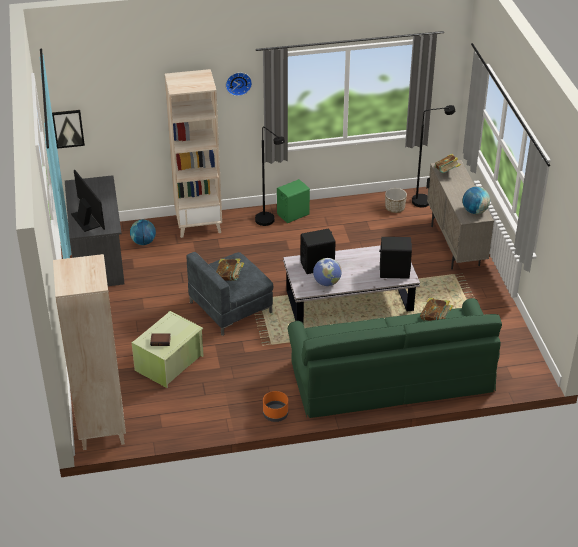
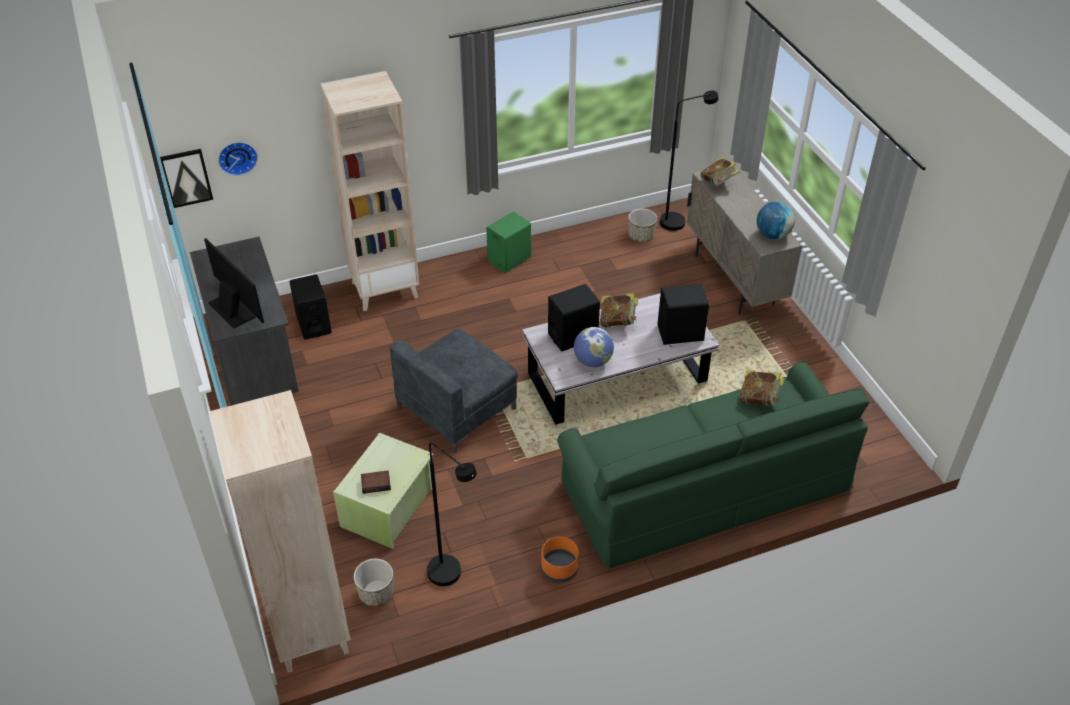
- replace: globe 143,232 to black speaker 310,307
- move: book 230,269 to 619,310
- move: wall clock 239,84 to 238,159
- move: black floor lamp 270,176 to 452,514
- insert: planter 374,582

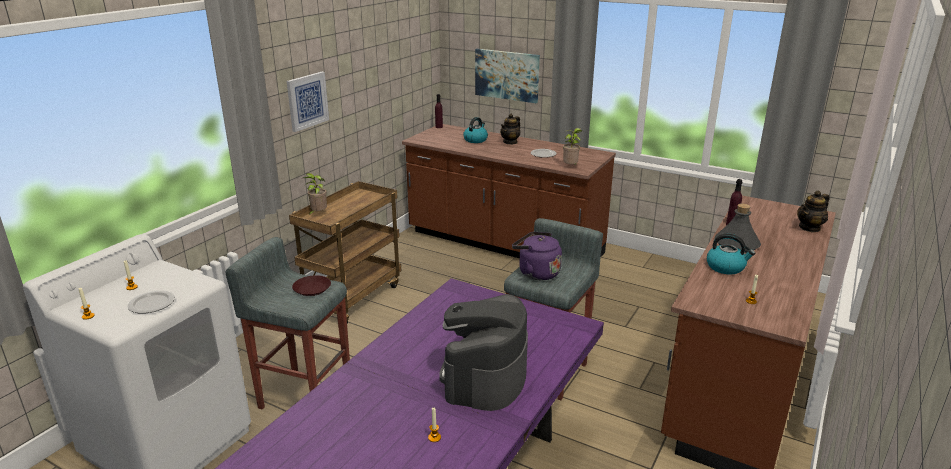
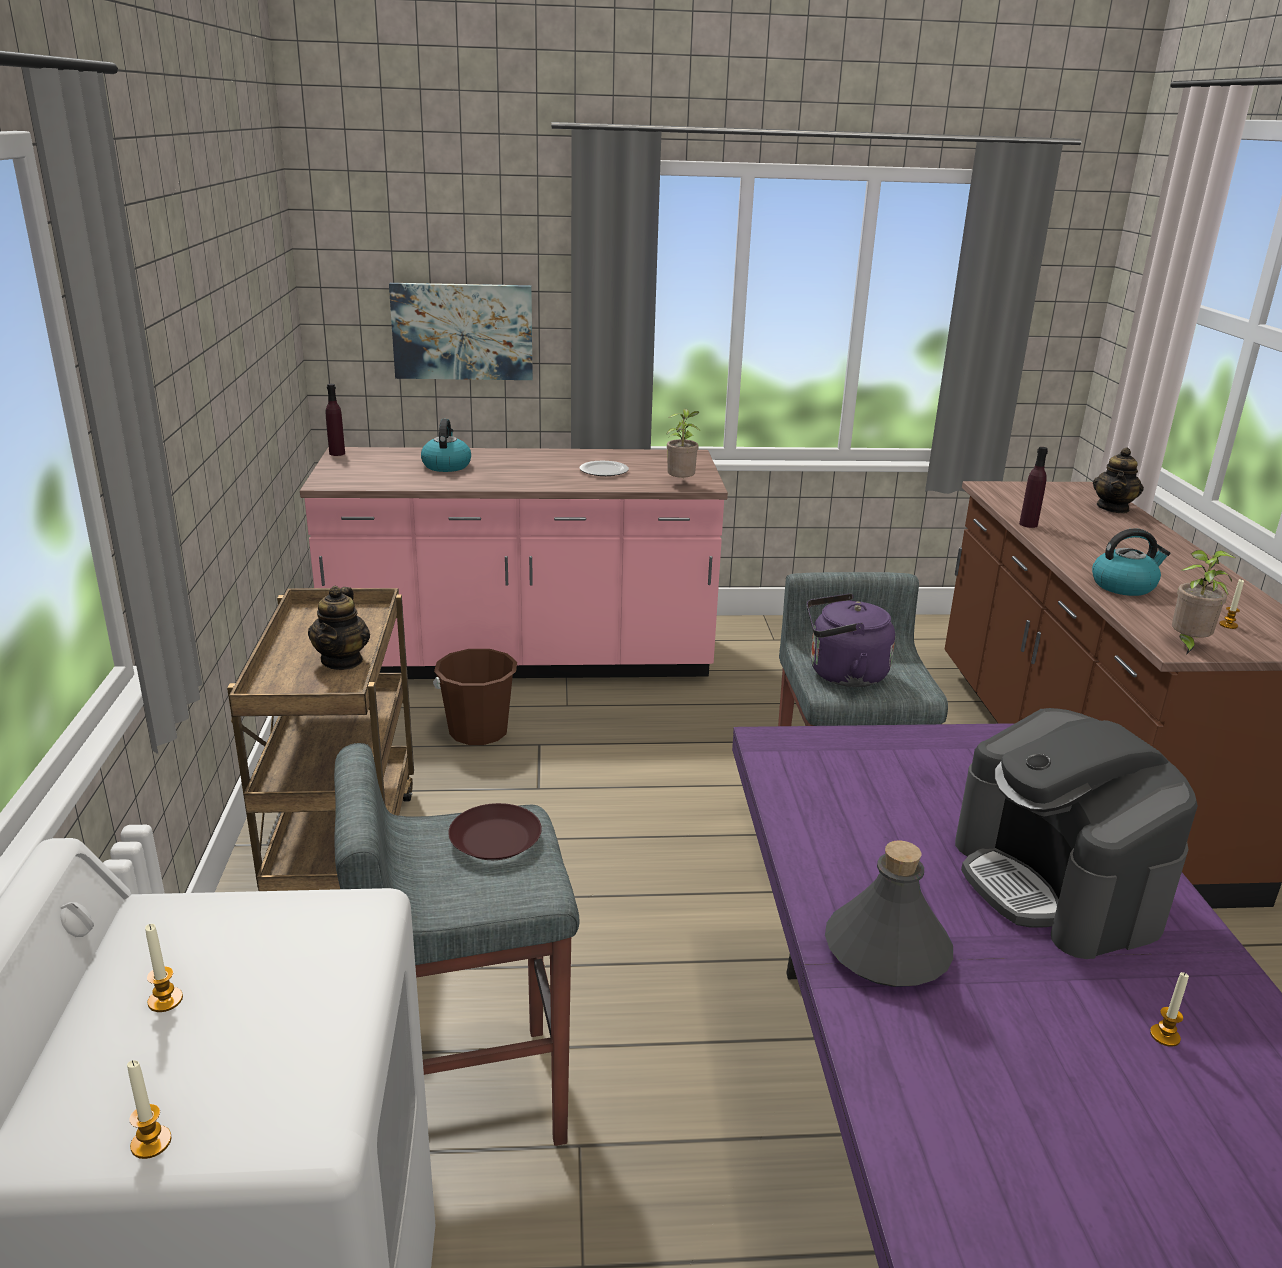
- delete: plate 151,302
- delete: picture 308,102
- move: potted plant 315,194 to 1204,602
- recolor: brown counter 509,191 to pink counter 514,563
- move: teapot 510,129 to 339,628
- move: grey bottle 738,228 to 889,914
- insert: brown bucket 475,697

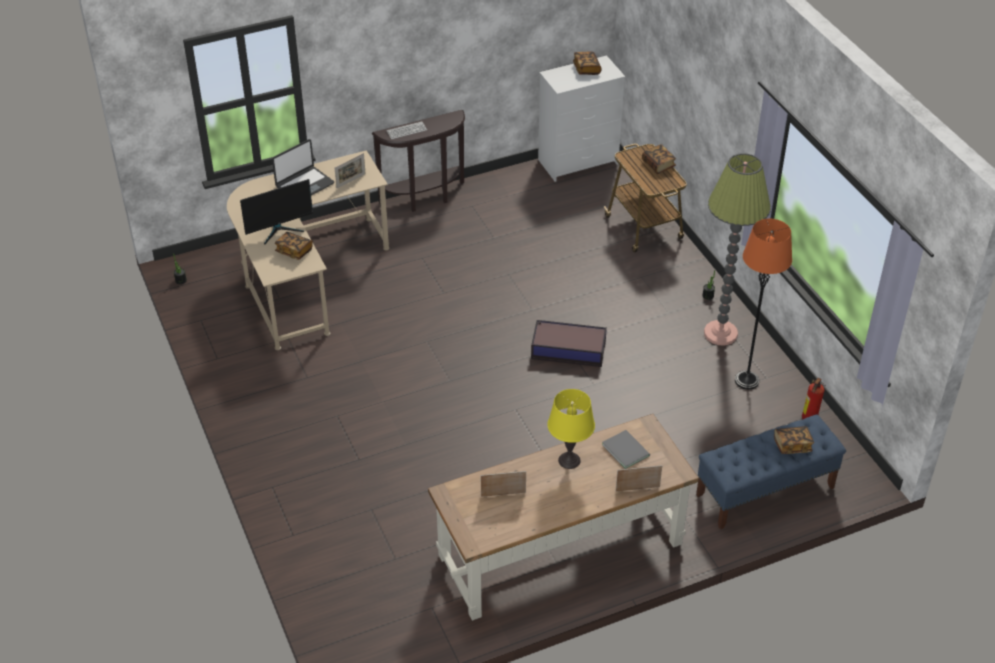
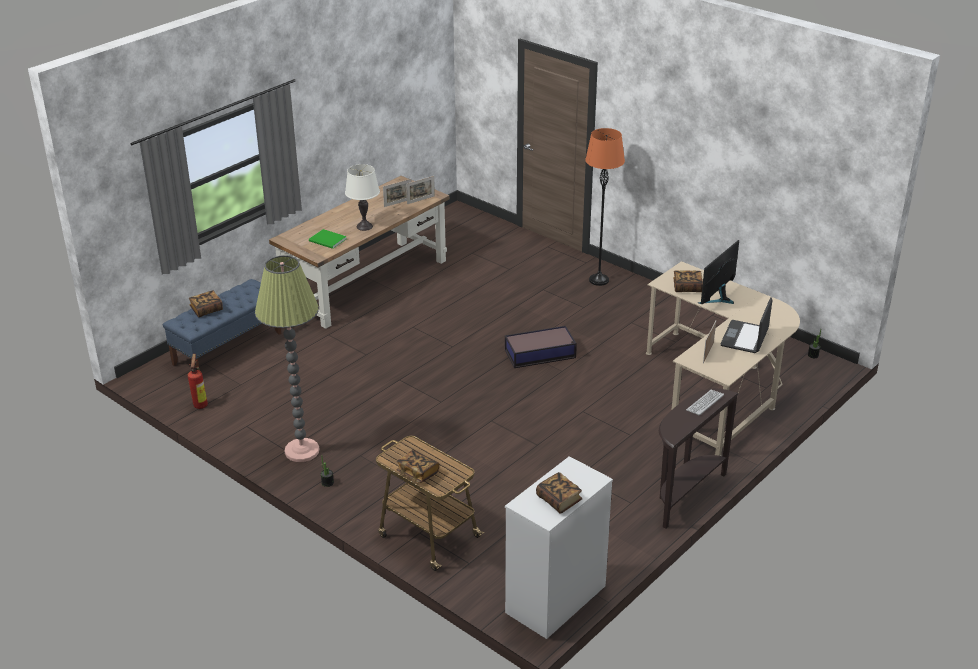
- move: storage box 569,343 to 541,347
- recolor: yellow table lamp 571,429 to white table lamp 362,197
- recolor: grey book 626,449 to green book 328,239
- move: picture frame 639,478 to 420,190
- move: orange floor lamp 763,304 to 605,207

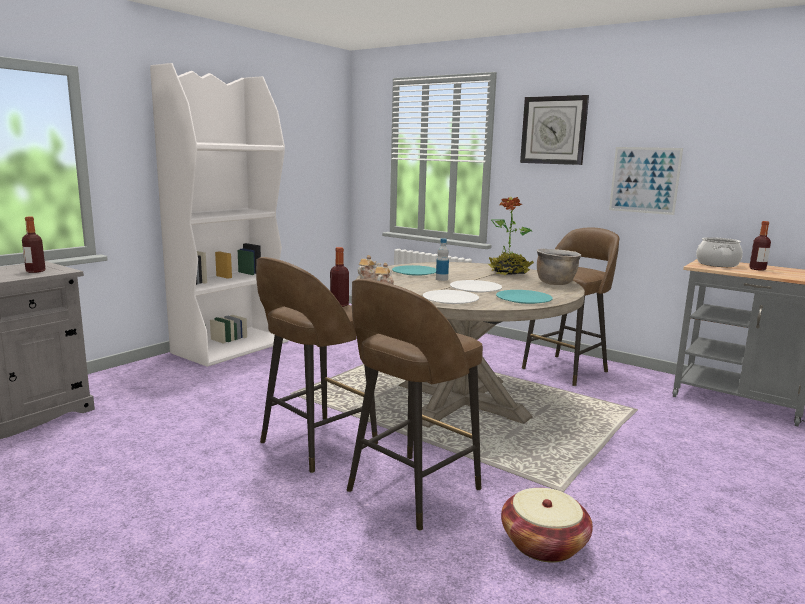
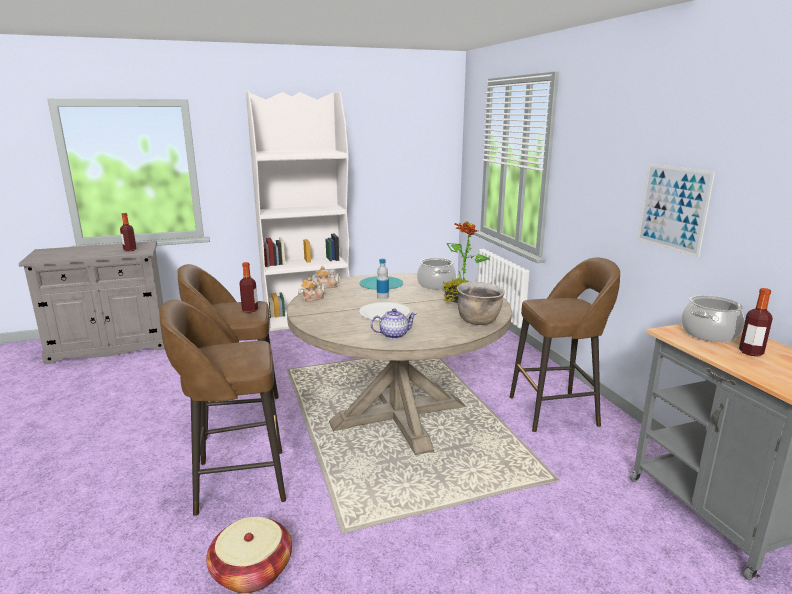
- delete: white plate 451,297
- replace: turquoise plate 524,297 to teapot 394,323
- delete: wall clock 554,130
- insert: cooking pot 436,273

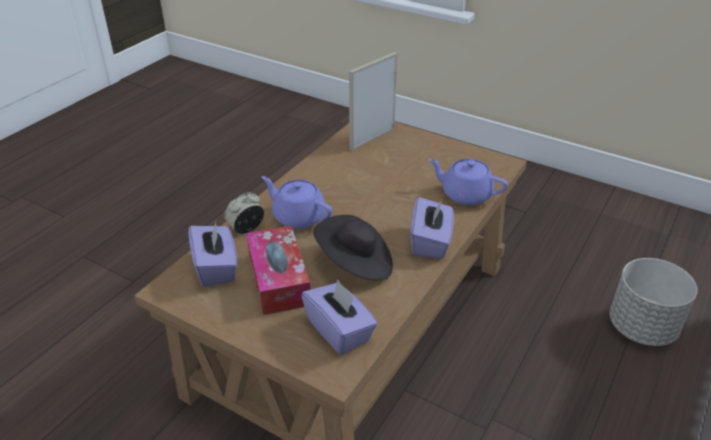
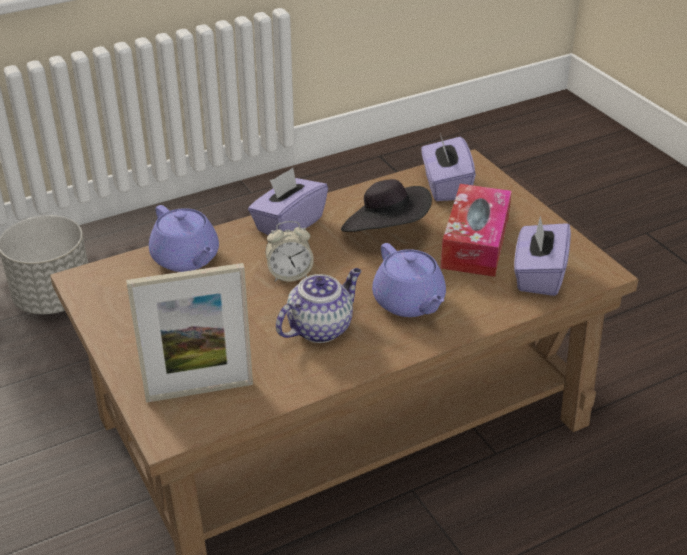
- move: alarm clock 244,213 to 290,251
- insert: teapot 318,305

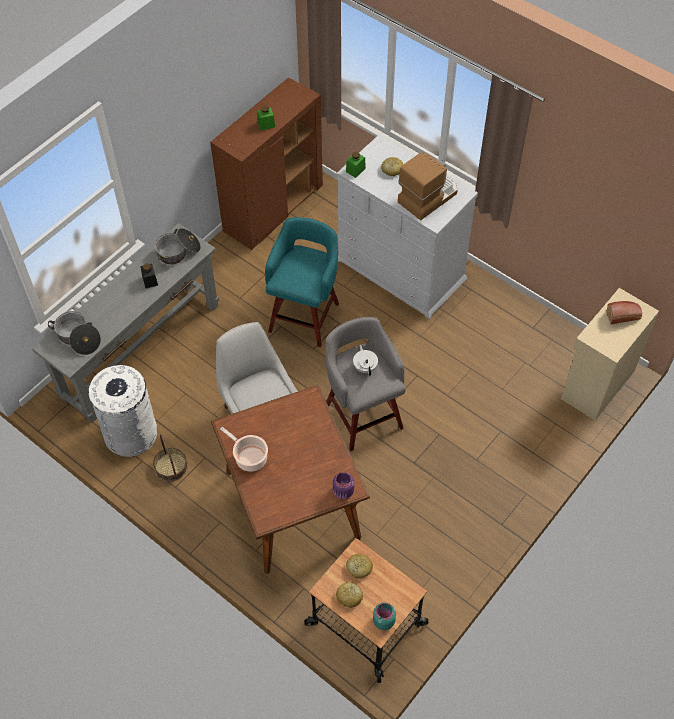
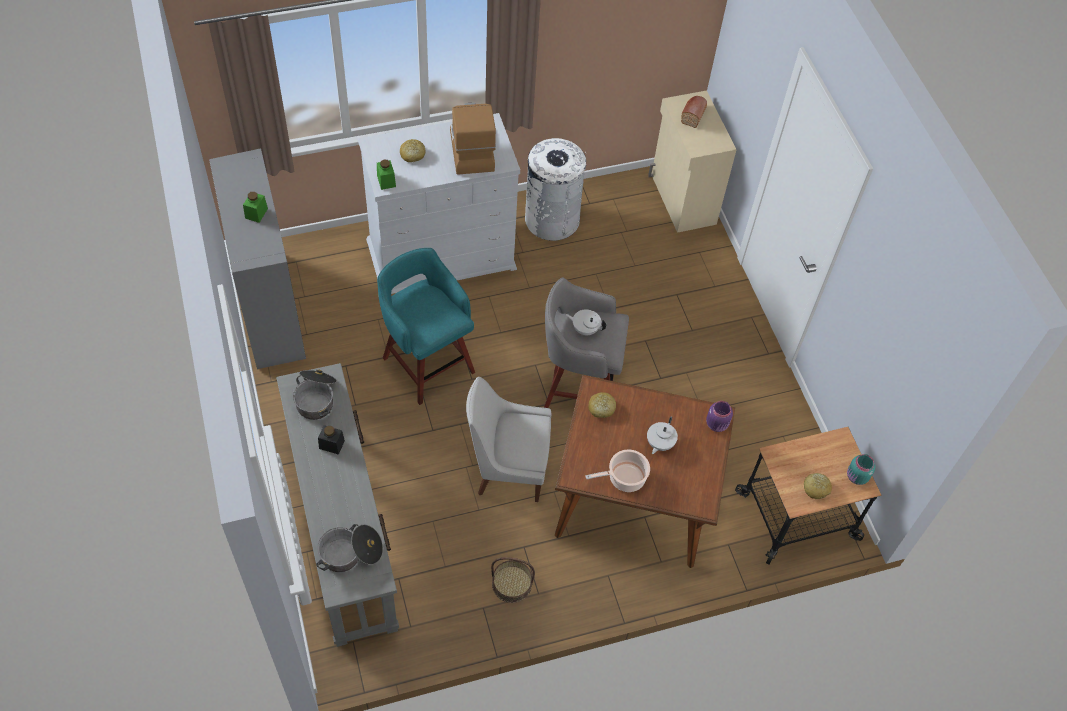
- move: white trash can 122,411 to 555,189
- recolor: brown cabinet 266,163 to grey cabinet 257,258
- move: bread 359,566 to 602,405
- insert: white teapot 662,435

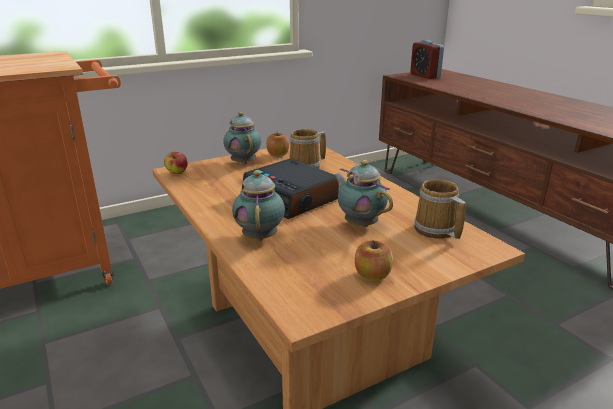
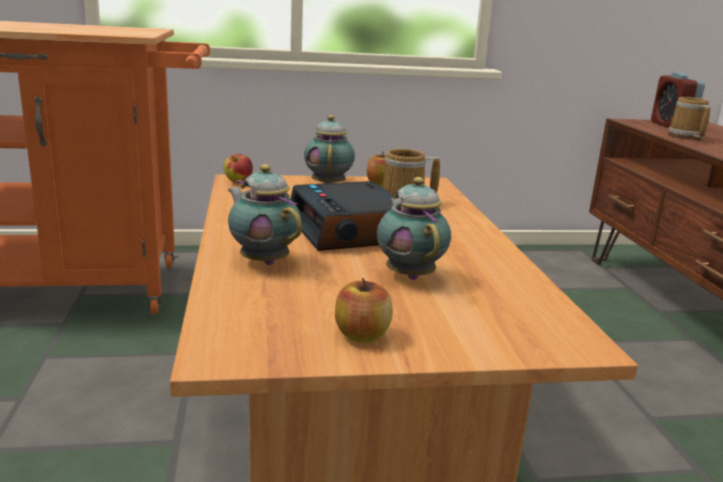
- rotate: teapot 258,205 = 265,214 60 degrees counterclockwise
- move: mug 440,209 to 689,118

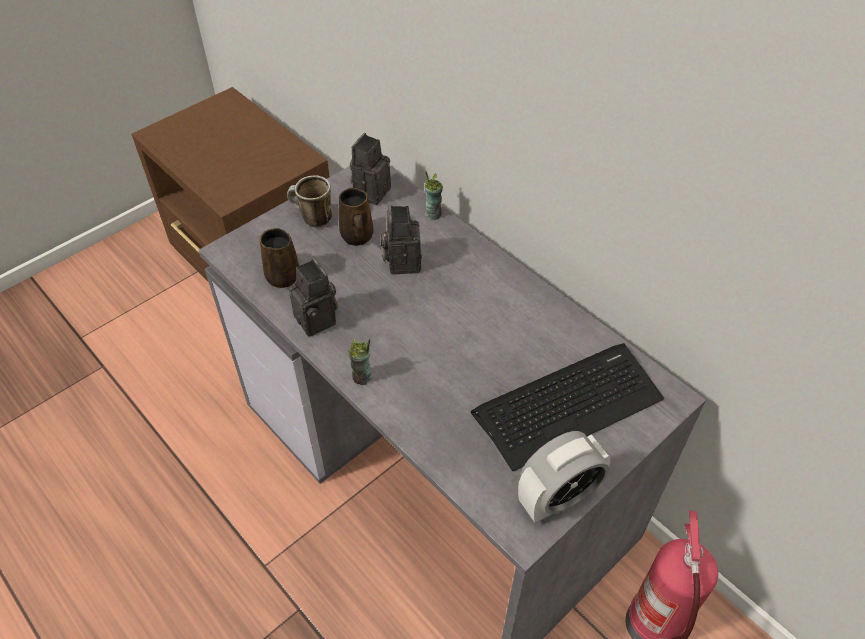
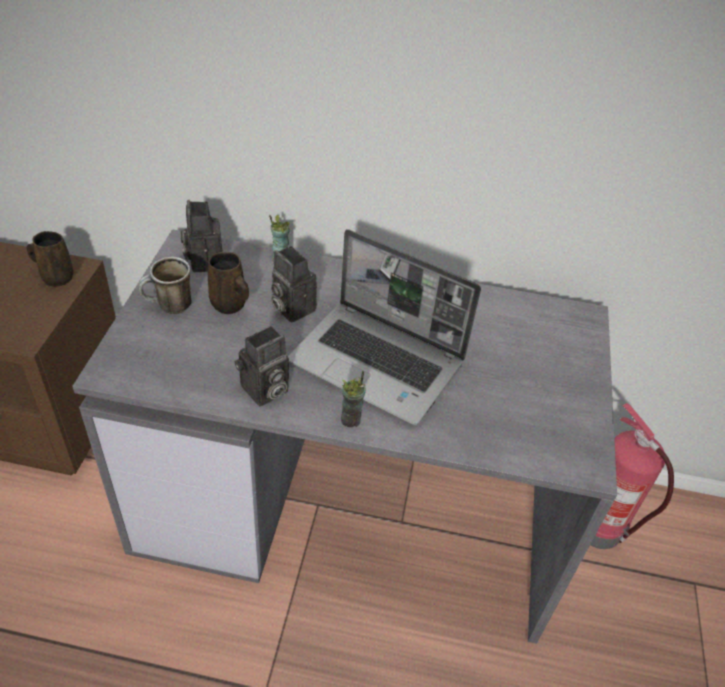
- move: brown mug 279,258 to 50,259
- rotate: photo camera 313,296 = 262,366 120 degrees clockwise
- delete: keyboard 567,407
- delete: alarm clock 564,477
- insert: laptop 384,327

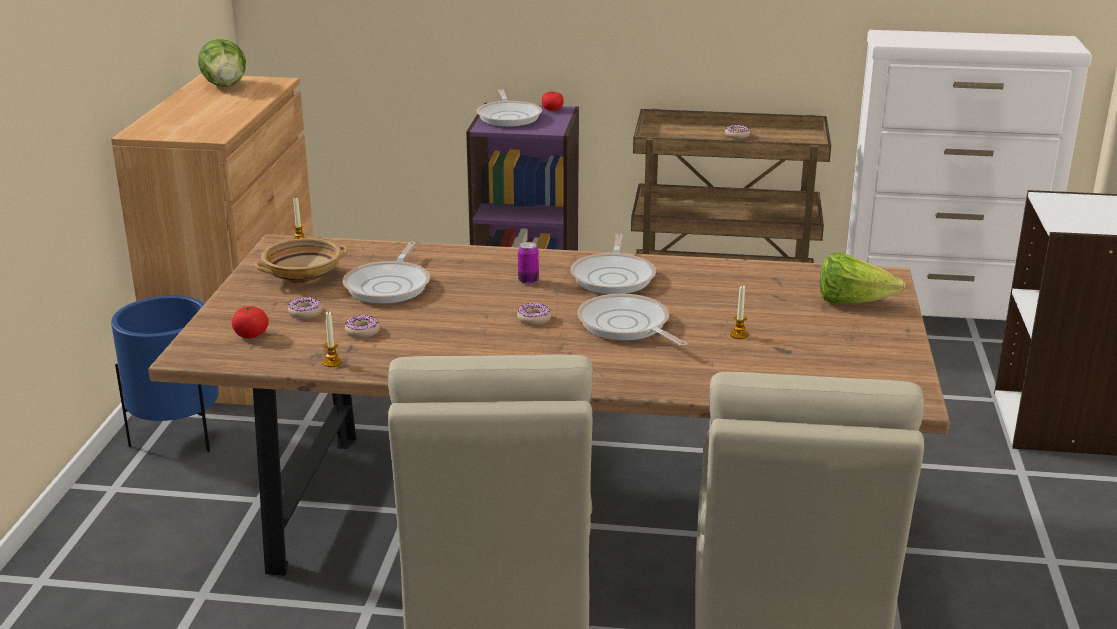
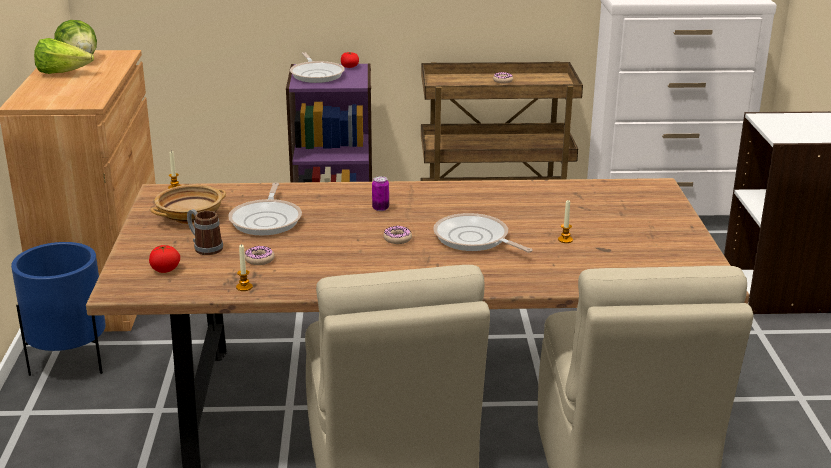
- replace: donut 305,308 to mug 205,232
- delete: frying pan 613,264
- move: lettuce 862,277 to 64,56

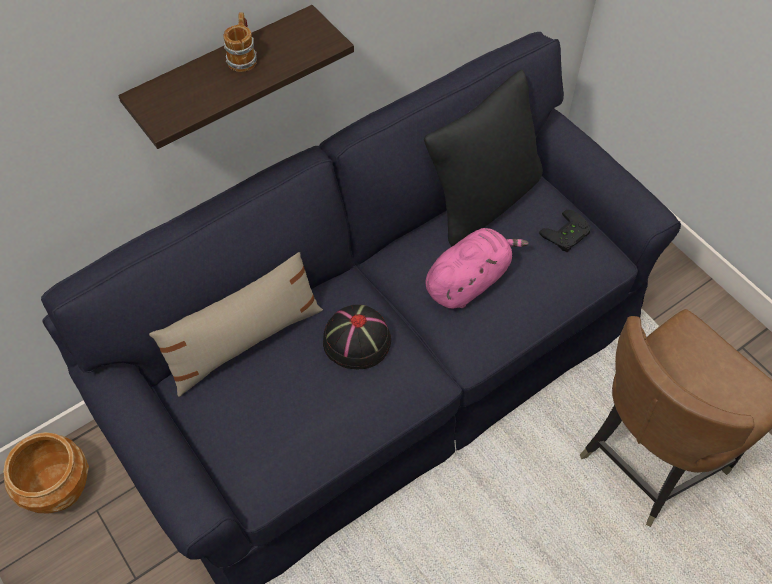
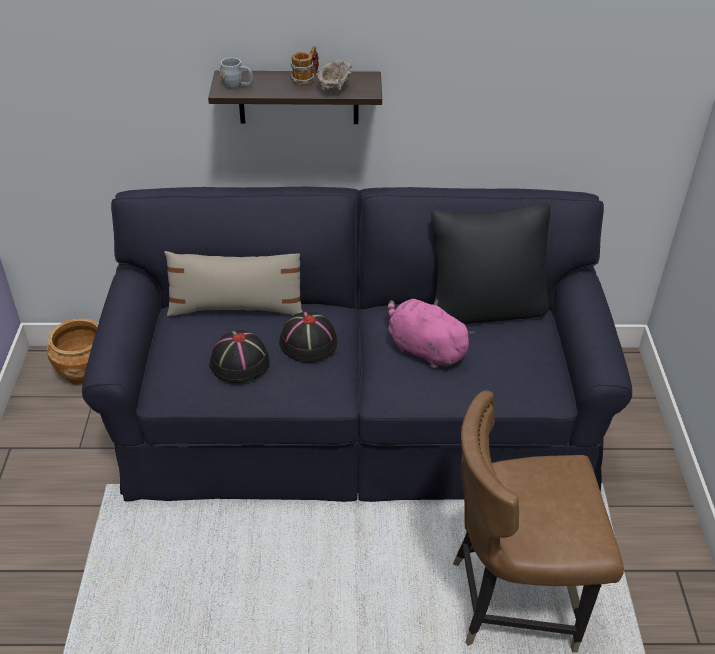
- rotate: pink plush toy 477,268 = 431,334 135 degrees counterclockwise
- delete: black game controller 565,231
- insert: black hat 239,356
- insert: grey mug 236,73
- insert: beige bowl 333,75

